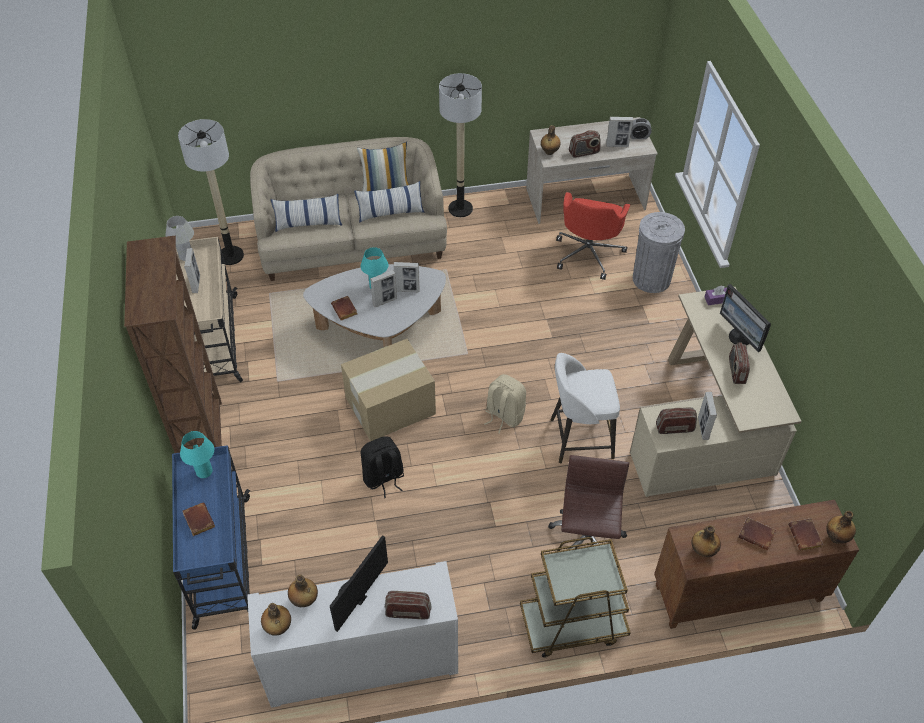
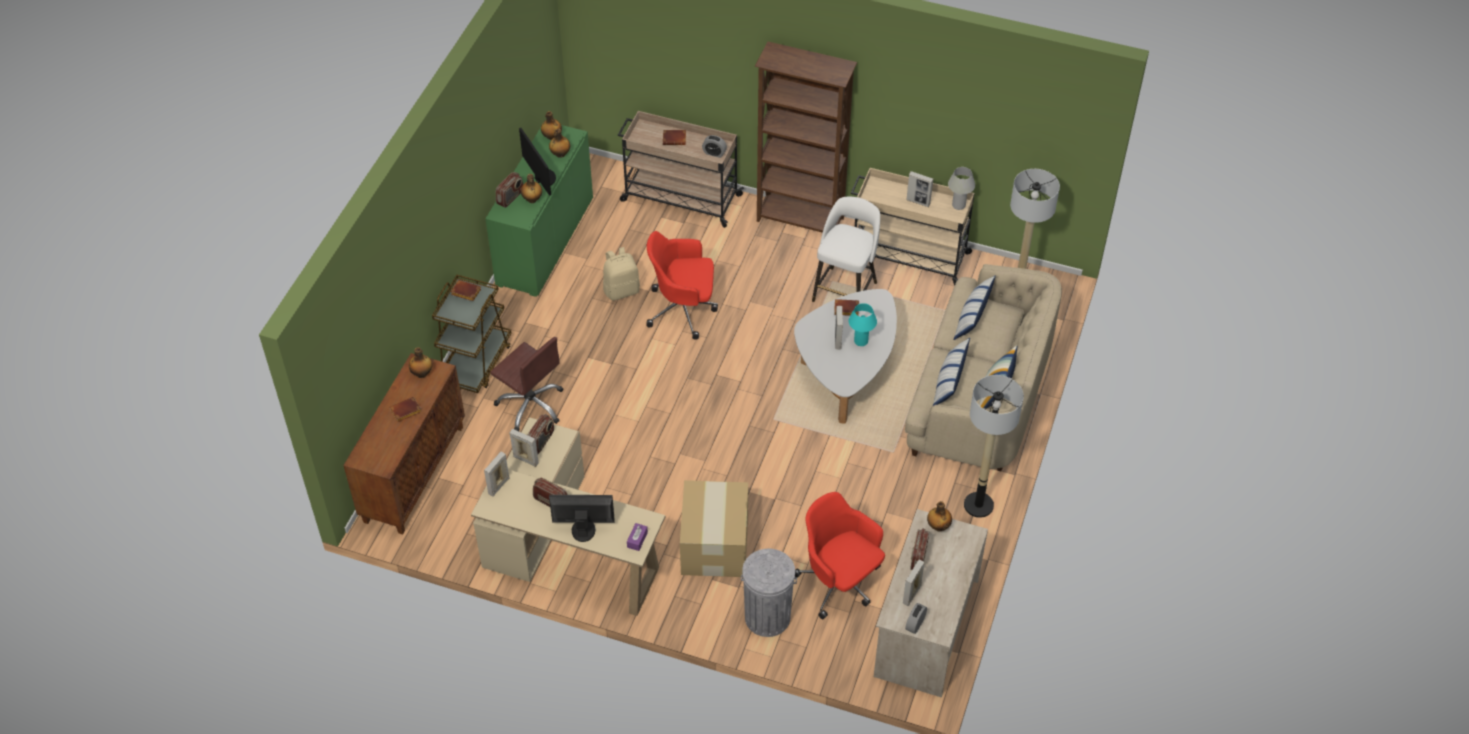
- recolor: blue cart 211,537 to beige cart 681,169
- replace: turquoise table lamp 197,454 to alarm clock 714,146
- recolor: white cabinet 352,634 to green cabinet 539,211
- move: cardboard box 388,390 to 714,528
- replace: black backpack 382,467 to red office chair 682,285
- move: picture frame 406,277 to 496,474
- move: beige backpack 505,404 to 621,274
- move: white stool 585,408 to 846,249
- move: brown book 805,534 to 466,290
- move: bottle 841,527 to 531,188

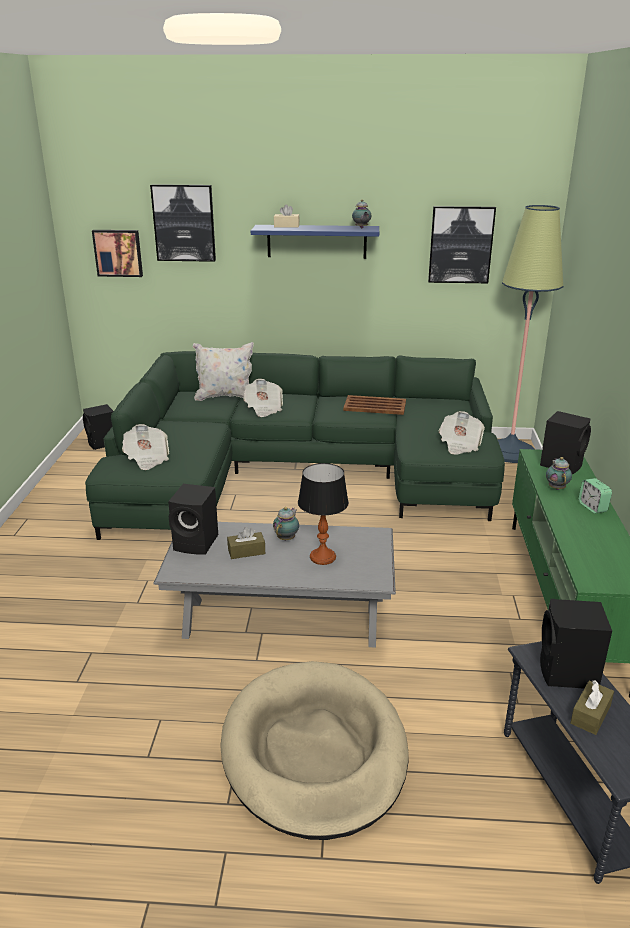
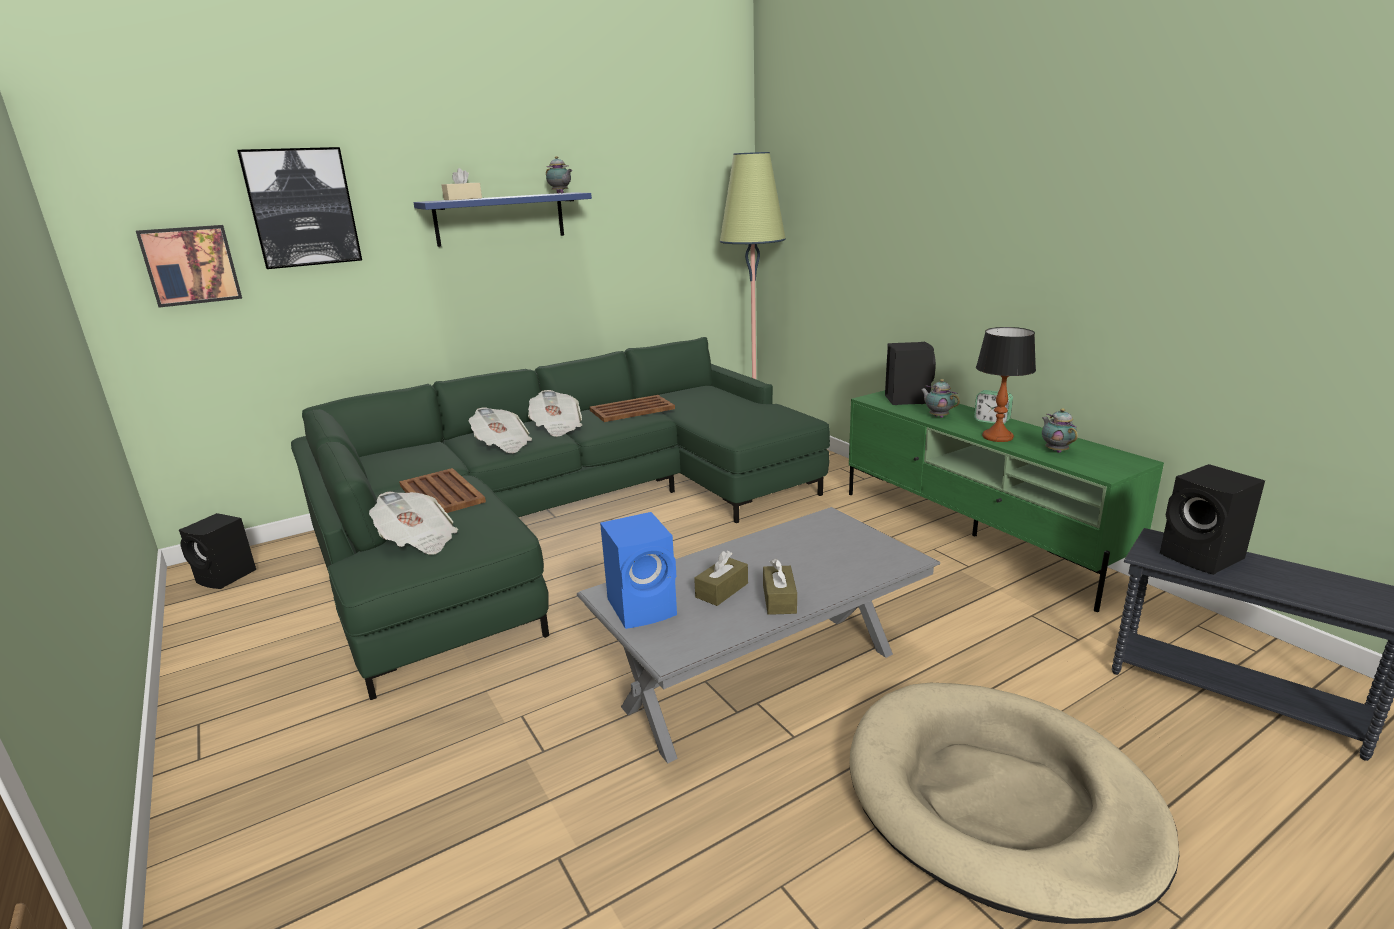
- recolor: black speaker 193,519 to blue speaker 638,570
- delete: white pillow 223,371
- move: teapot 286,524 to 1060,430
- move: table lamp 323,514 to 1006,384
- delete: picture 462,244
- move: newspaper 462,433 to 555,413
- move: brown tissue box 592,707 to 780,586
- insert: brown tray 442,490

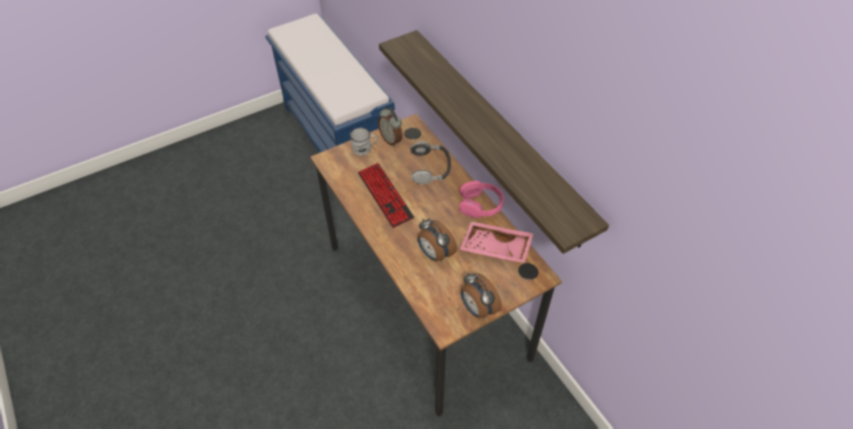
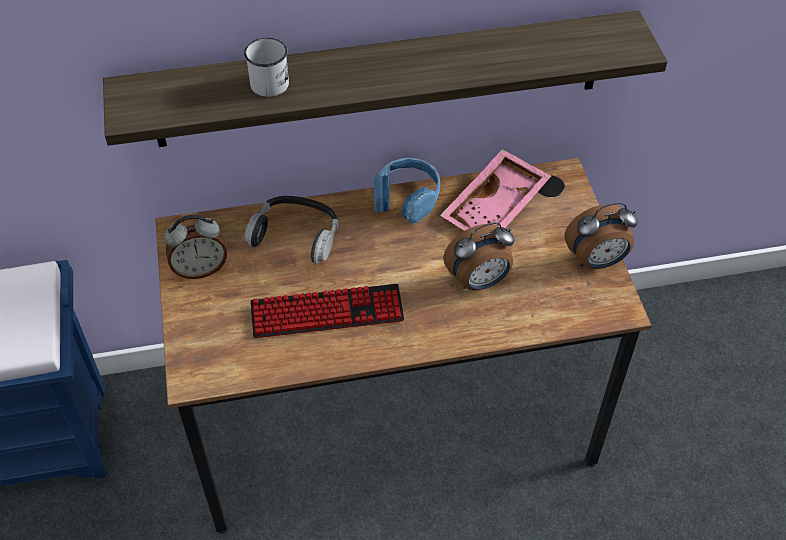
- move: white mug 364,142 to 266,67
- recolor: pink headphones 481,199 to blue headphones 407,191

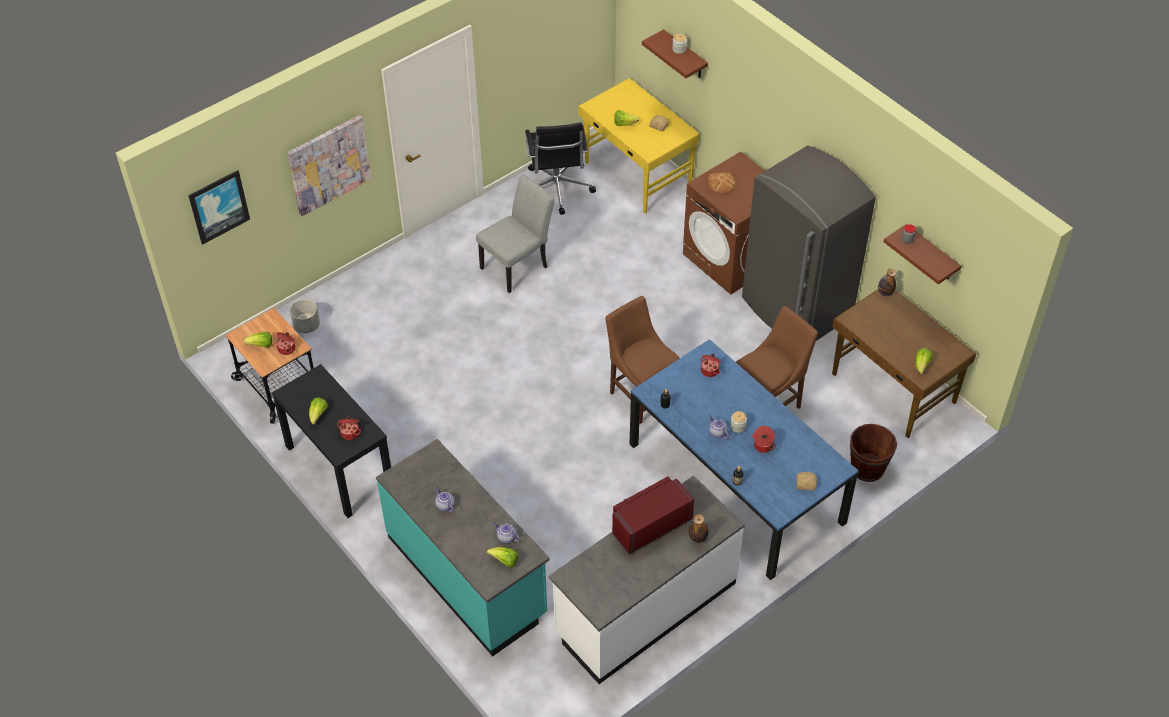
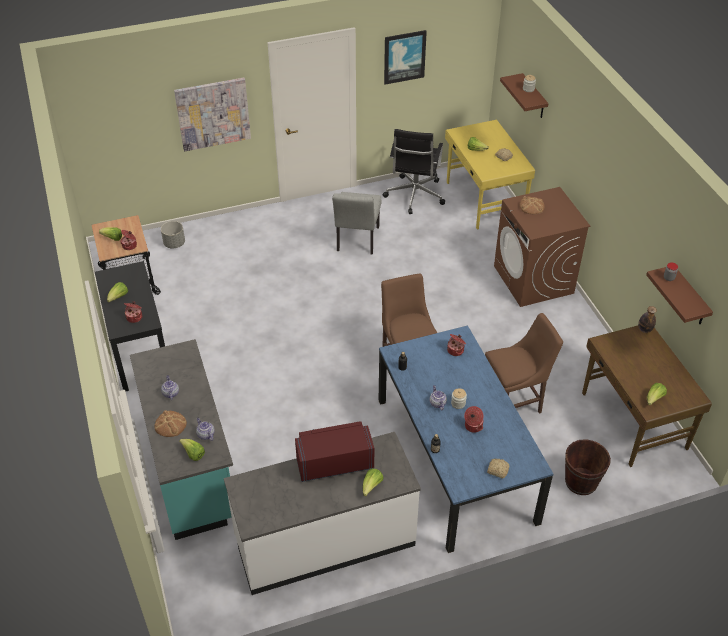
- move: picture 219,207 to 405,57
- rotate: grey chair 515,234 = 357,223 120 degrees clockwise
- replace: bottle 698,528 to lettuce 373,482
- delete: grey fridge 809,243
- insert: bread 170,423

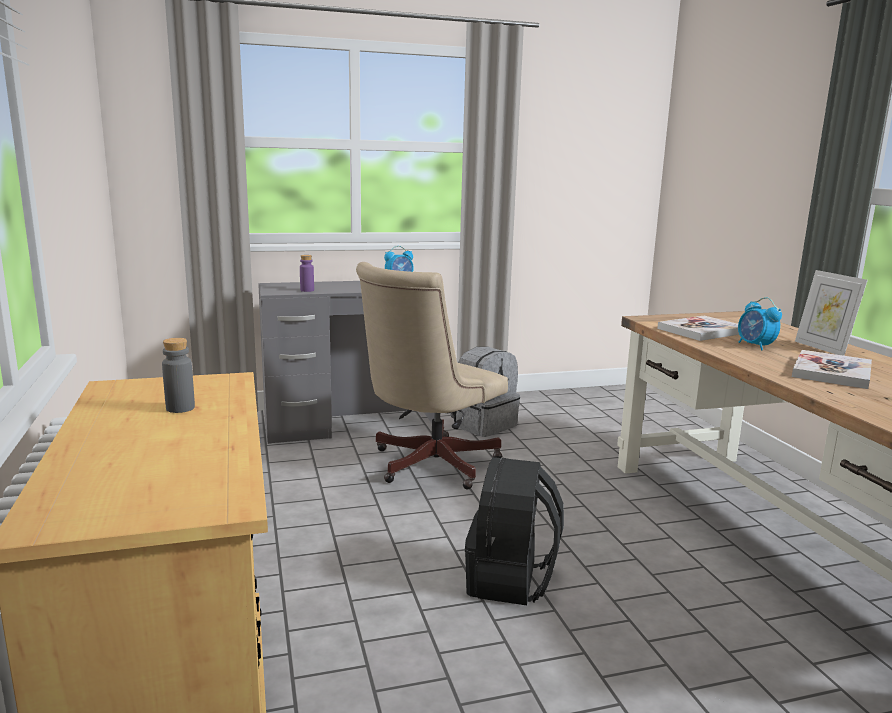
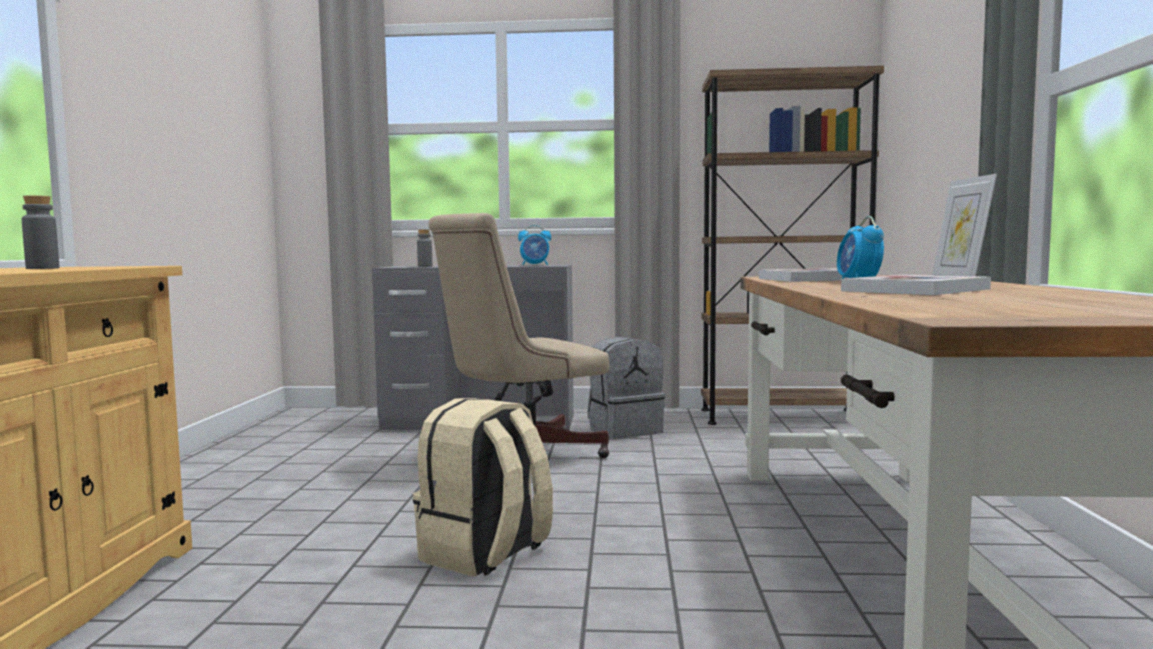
- recolor: purple bottle 307,273 to grey bottle 424,248
- recolor: black backpack 514,531 to beige backpack 483,487
- insert: brown bookcase 792,245

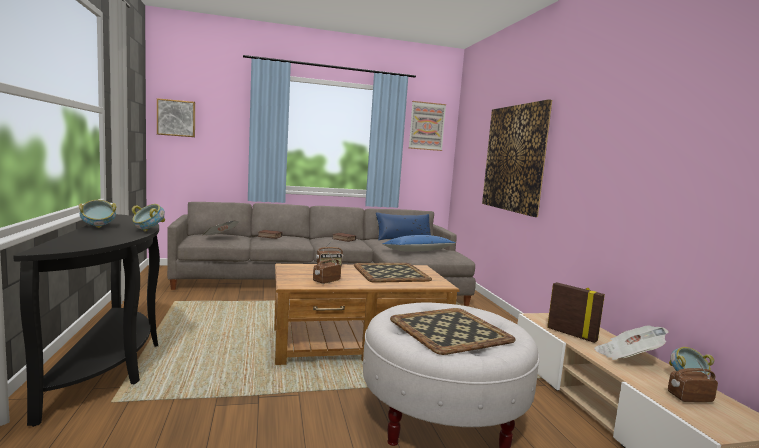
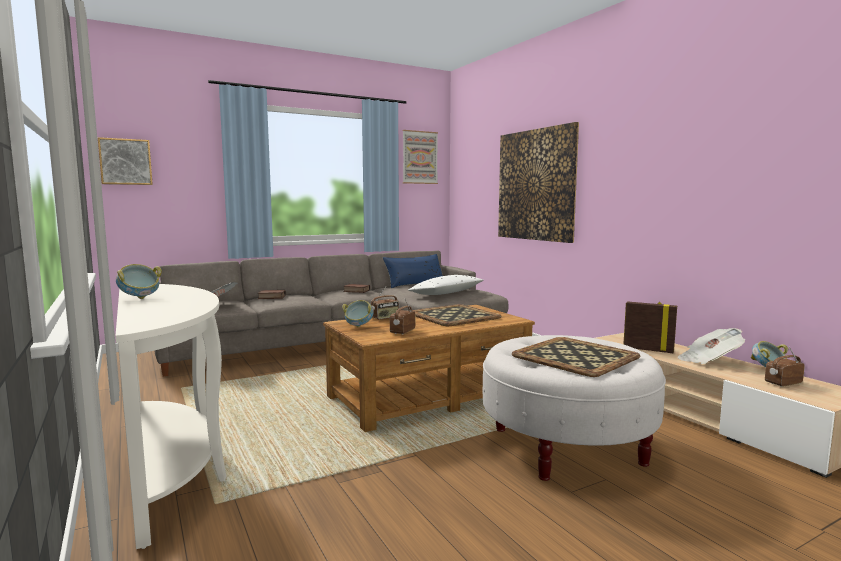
- recolor: black console table 86,320 to white console table 171,416
- move: bowl 148,218 to 358,313
- recolor: blue pillow 418,243 to white pillow 445,285

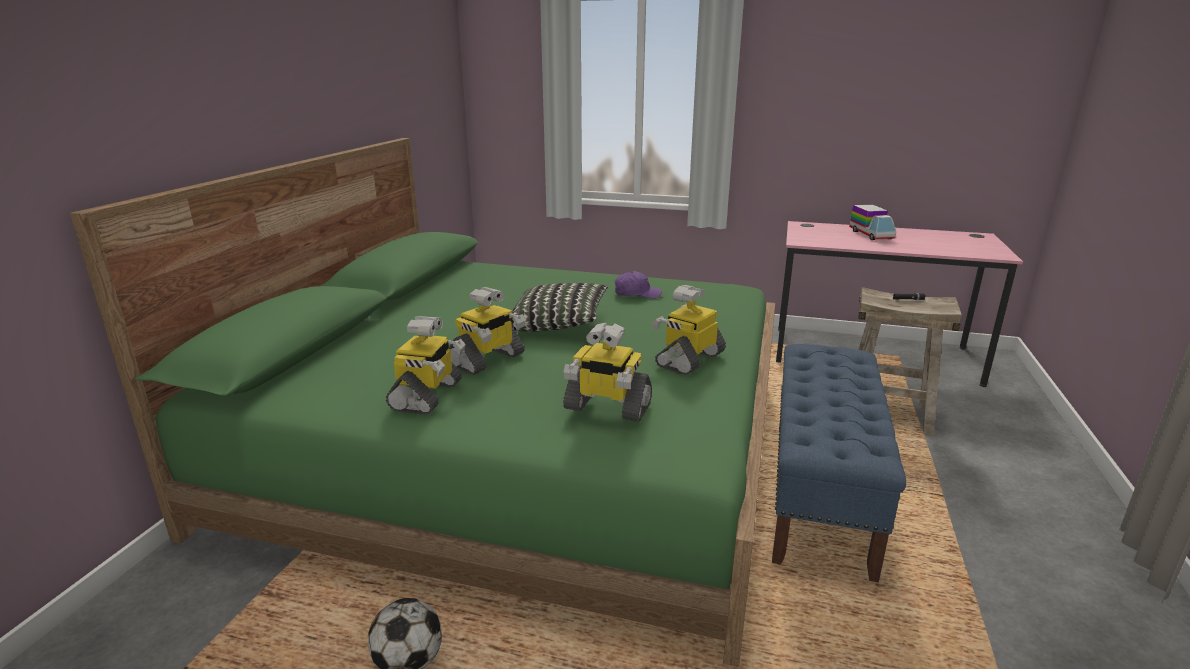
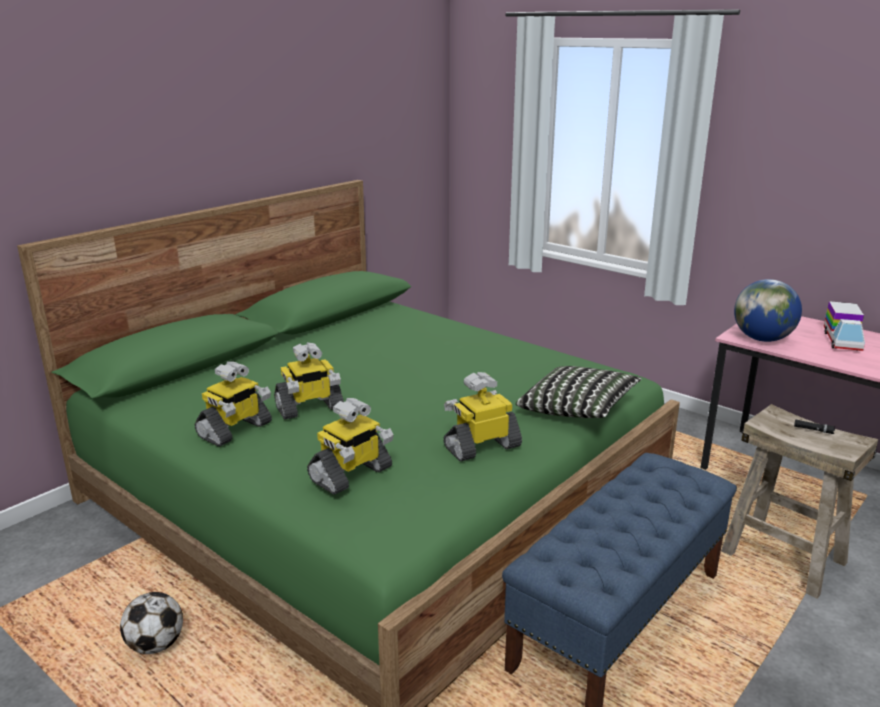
- move: pillow 558,307 to 579,392
- rotate: toy robot 607,372 = 350,446 90 degrees counterclockwise
- delete: purple cap 638,285
- insert: globe 768,310

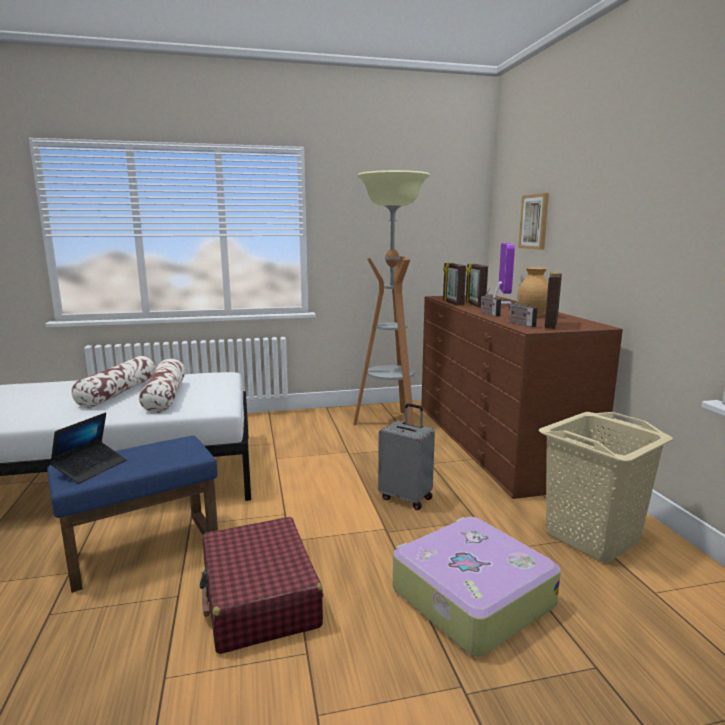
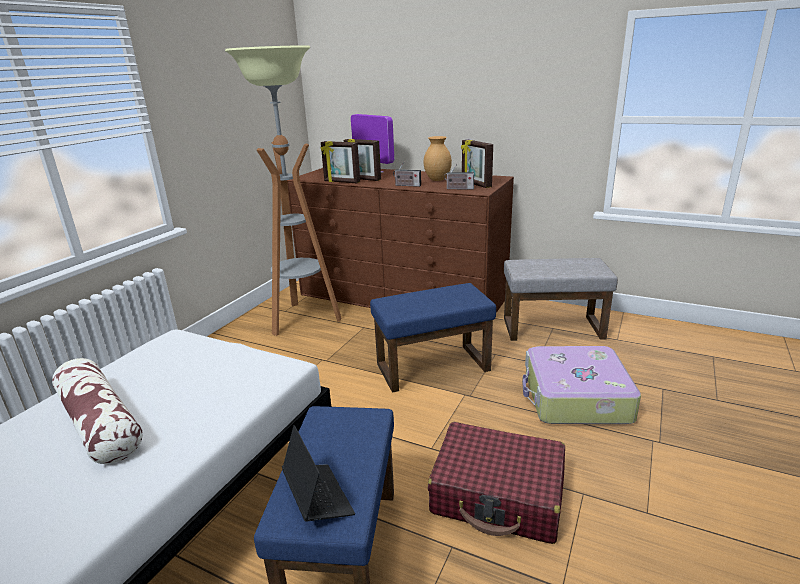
- delete: pillow 162,386
- replace: grey suitcase 406,456 to blue ottoman 433,338
- delete: picture 533,221
- replace: beige laundry basket 606,487 to grey ottoman 561,299

